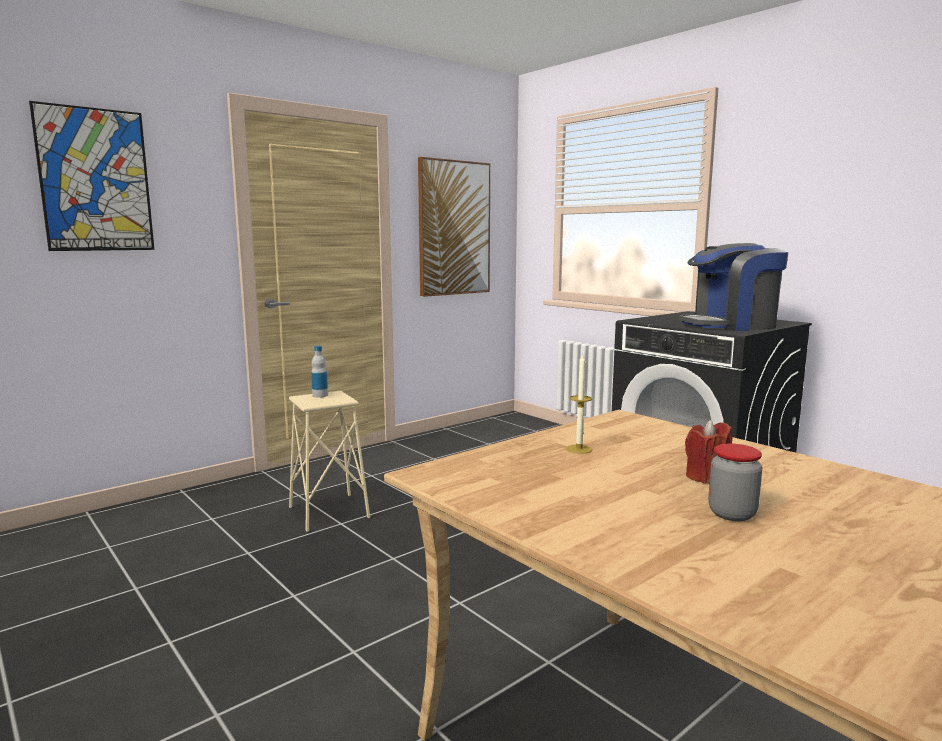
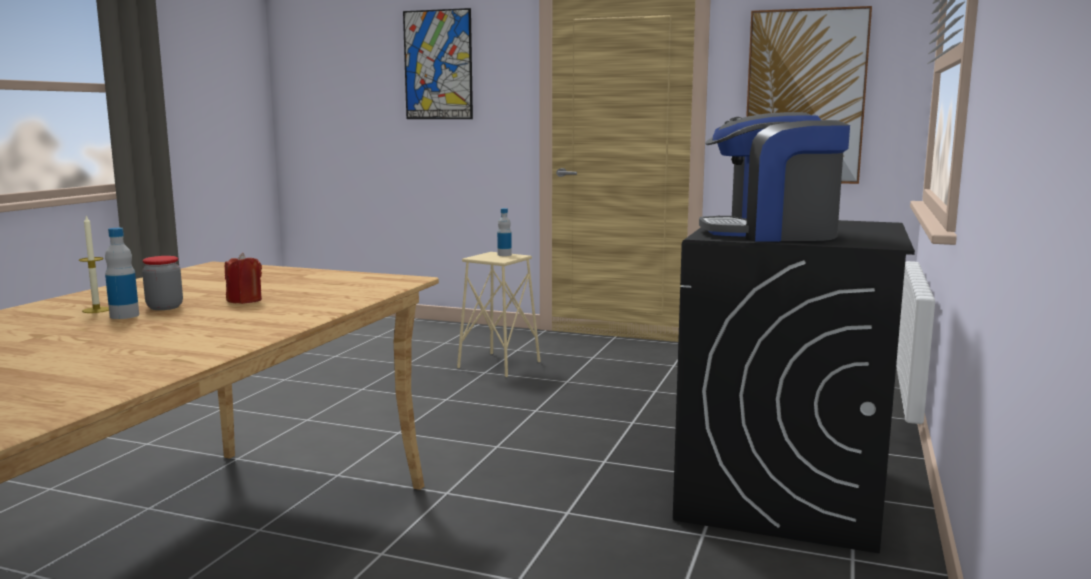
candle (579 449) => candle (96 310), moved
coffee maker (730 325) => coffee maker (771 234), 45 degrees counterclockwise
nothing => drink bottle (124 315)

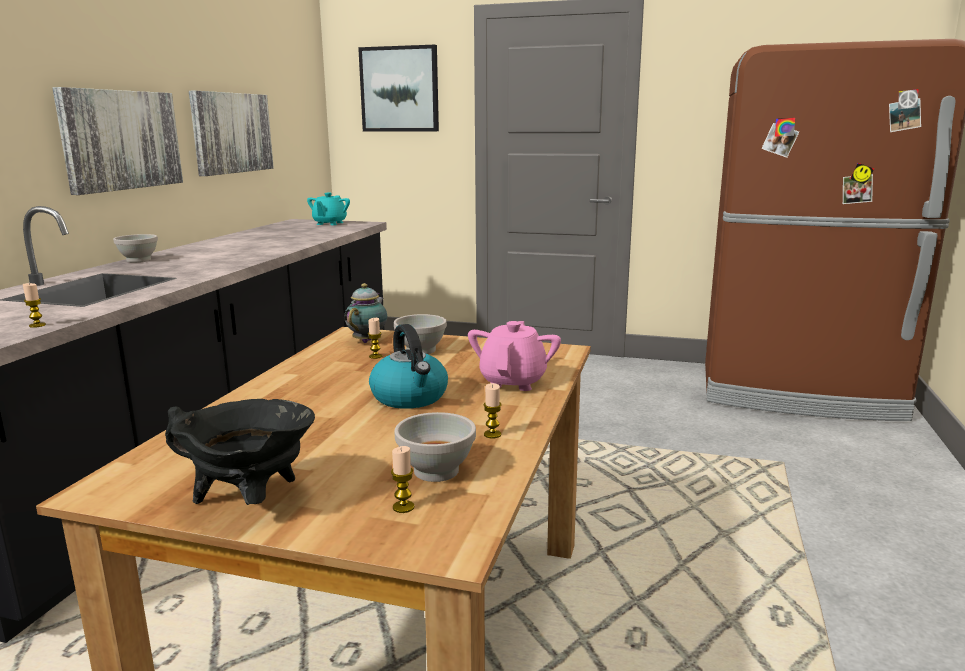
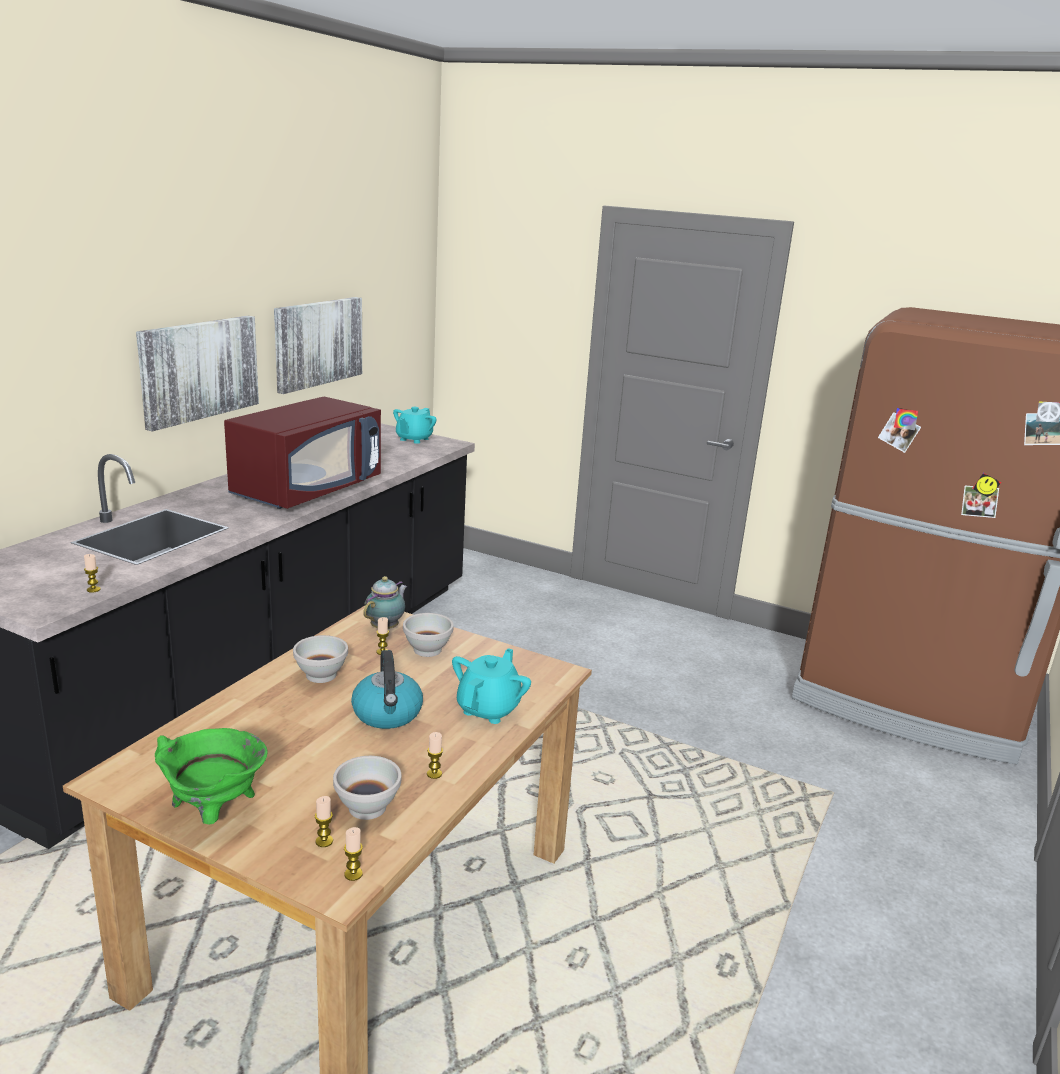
whitish bowl (139 260) => whitish bowl (322 675), moved
black stockpot (252 501) => green stockpot (215 812)
wall picture (400 89) => nothing
pinkish tea pot (513 381) => turquoise tea pot (489 709)
nothing => red microwave oven (307 490)
nothing => candle (353 874)

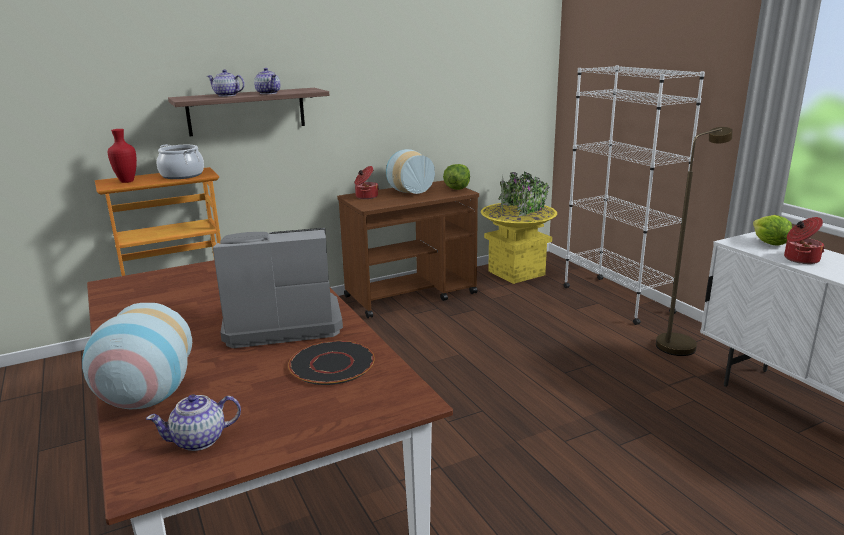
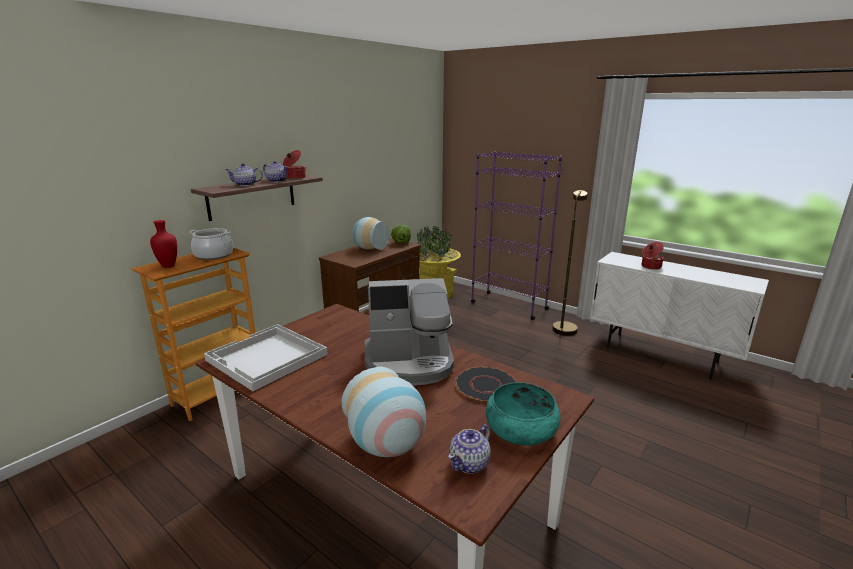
coffee maker (281 322) => coffee maker (409 362), 150 degrees counterclockwise
stockpot (366 196) => stockpot (294 178), moved
whitish bookcase (616 299) => purple bookcase (508 305)
lettuce (769 244) => nothing
nothing => whitish carrying tray (266 358)
nothing => turquoise bowl (521 429)

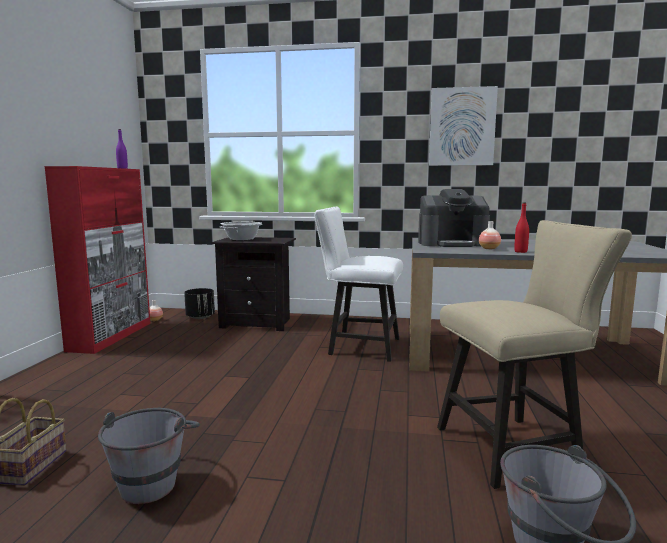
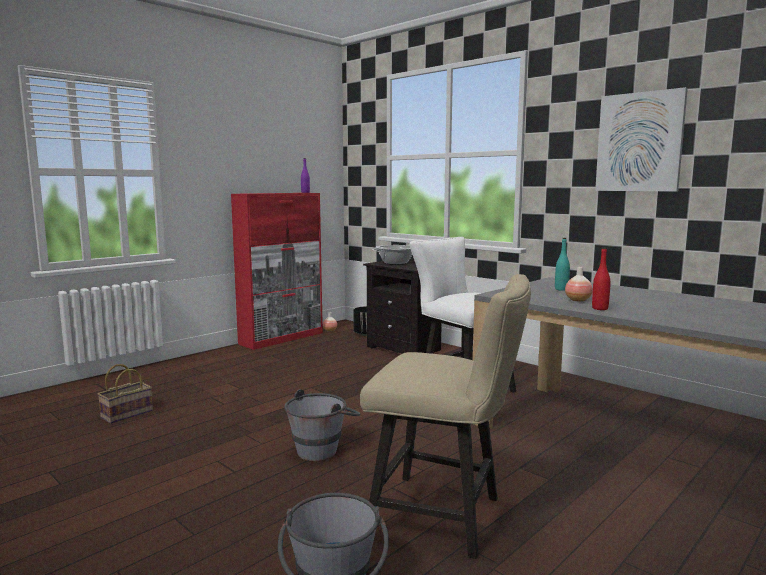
grey pail (153 480) => grey pail (323 448), moved
coffee maker (452 243) => turquoise drink bottle (561 289)

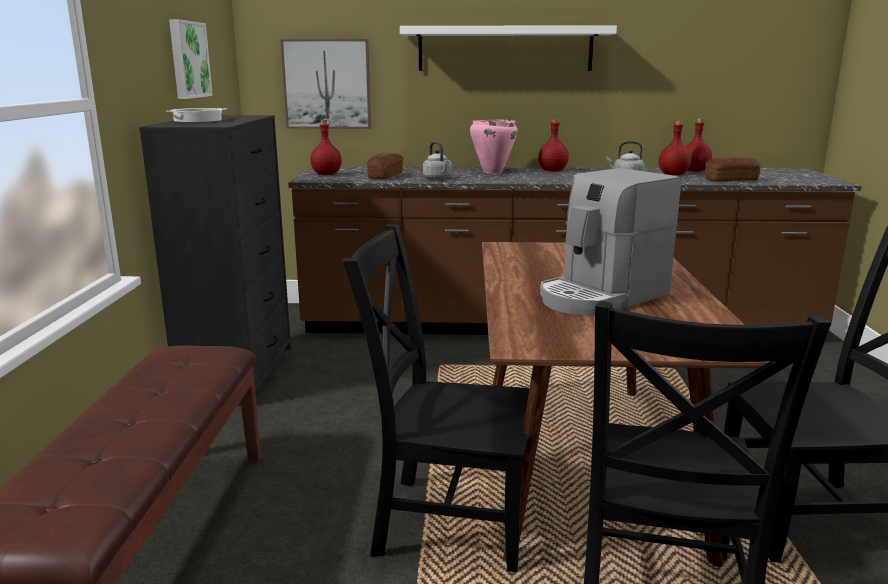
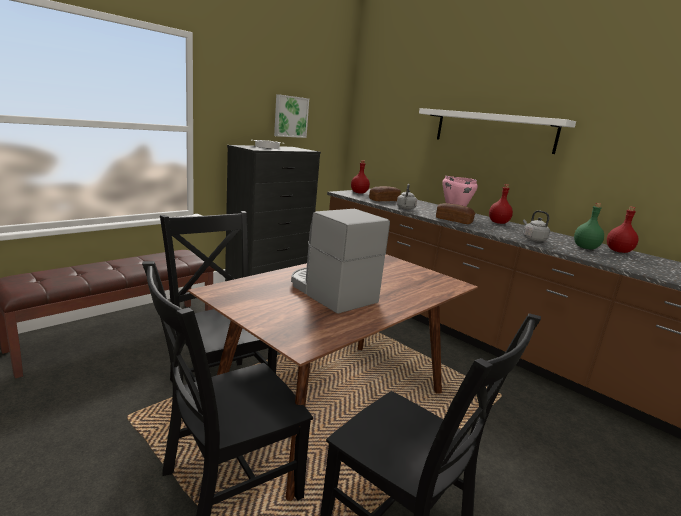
wall picture (327 84) => nothing
coffee maker (601 297) => coffee maker (330 292), 45 degrees clockwise
red drink bottle (673 174) => green drink bottle (586 248)
baked bread (730 180) => baked bread (453 220), moved

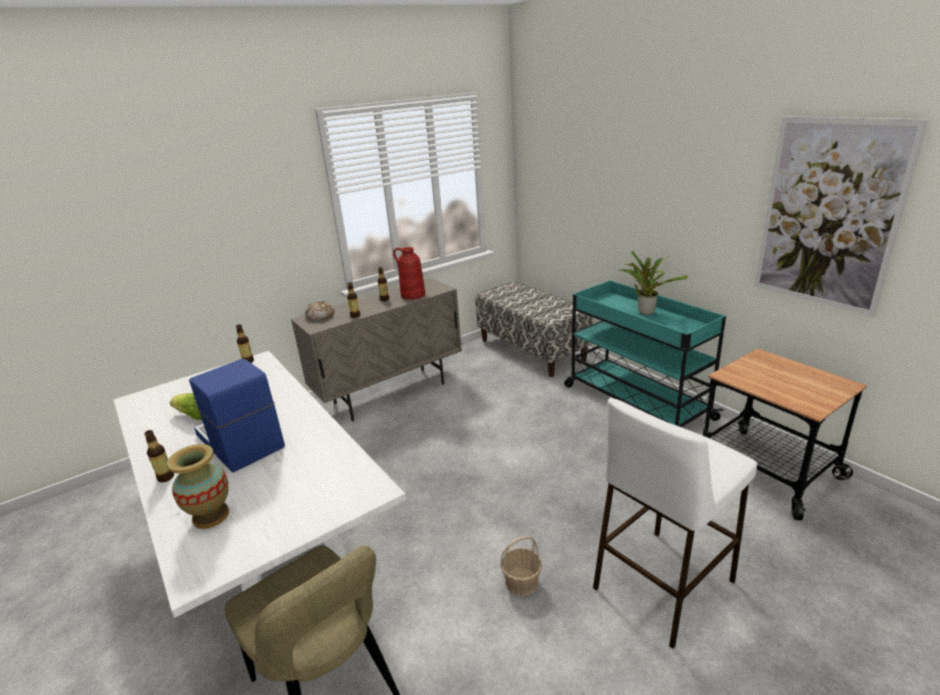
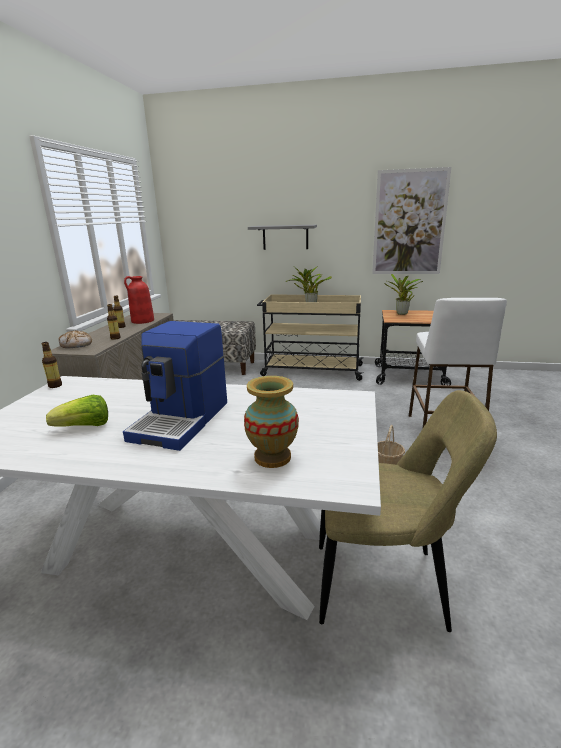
drink bottle (166 477) => nothing
coffee maker (239 442) => coffee maker (182 420), 75 degrees counterclockwise
turquoise trolley (635 401) => beige-coloured trolley (311 370)
nothing => grey wall shelf (285 237)
nothing => plant in a pot (401 314)

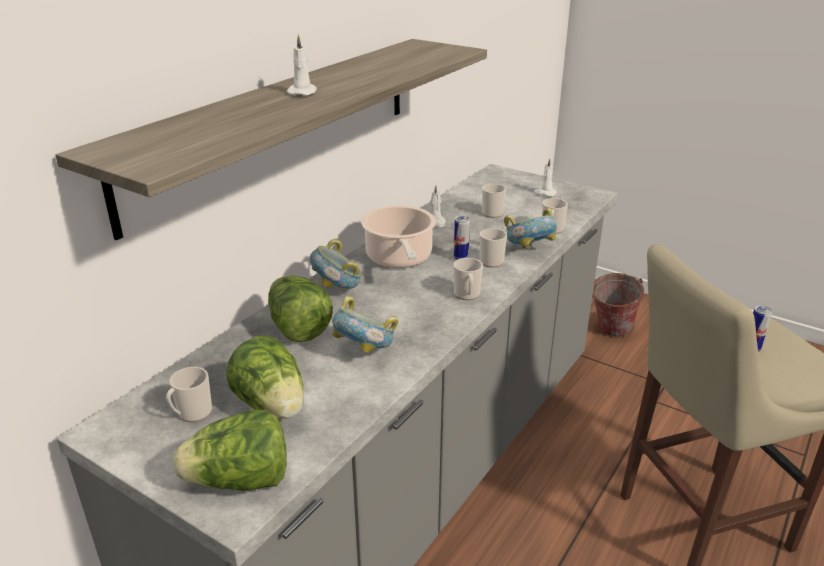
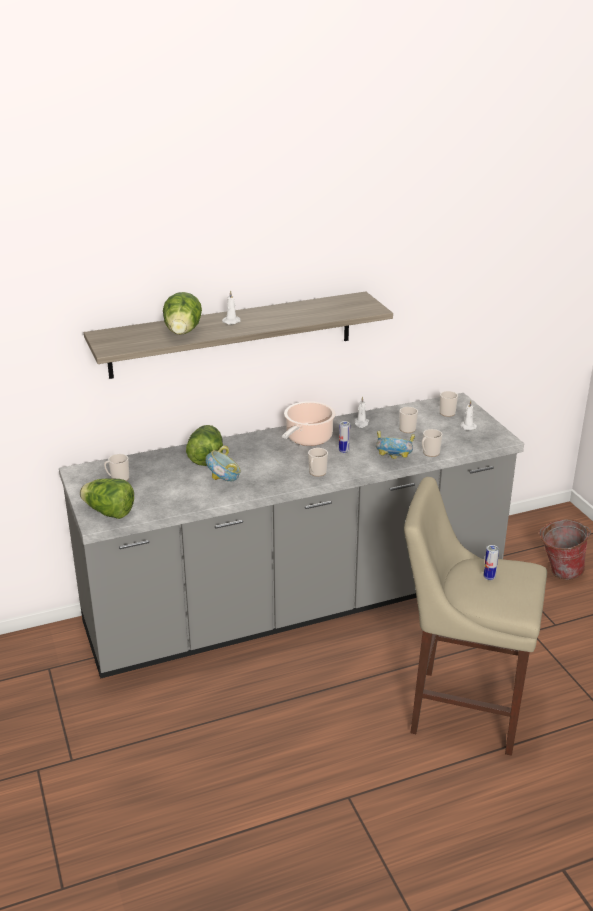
lettuce (272 405) => lettuce (183 333), moved
bowl (337 290) => nothing
coffee mug (491 260) => coffee mug (448 412), moved

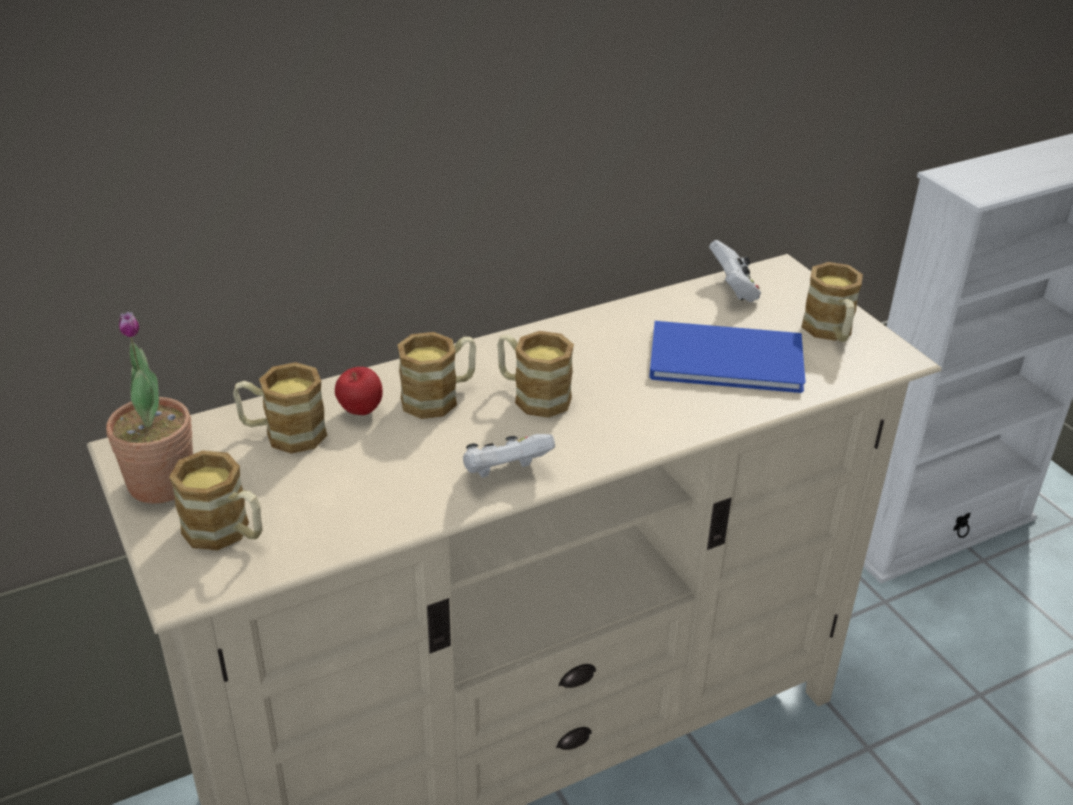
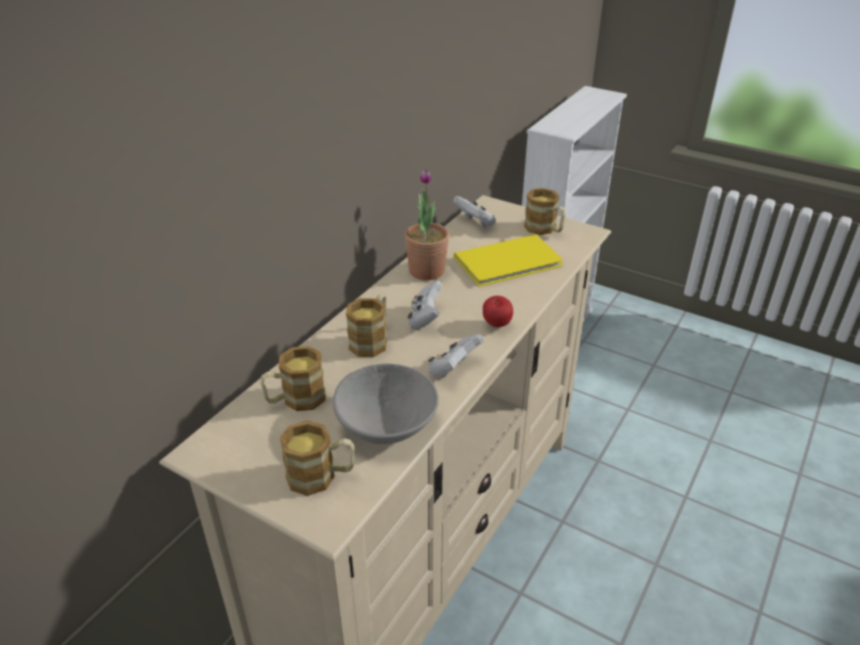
plant in a pot (161 483) => plant in a pot (426 271), moved
apple fruit (360 412) => apple fruit (496 325), moved
coffee mug (532 395) => whitish joypad (425 319)
bluish bound book (730 362) => yellow-coloured bound book (511 262)
nothing => grey bowl (387 424)

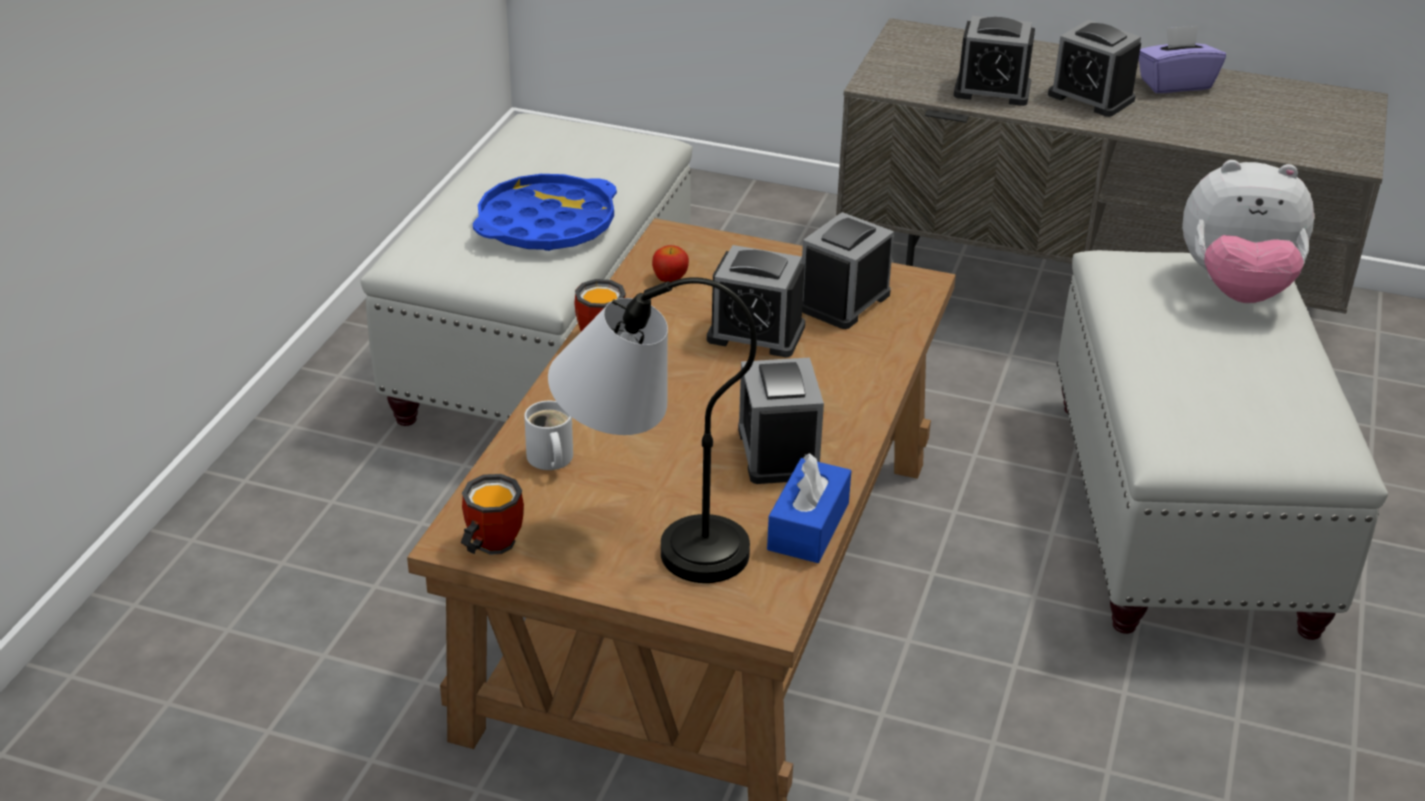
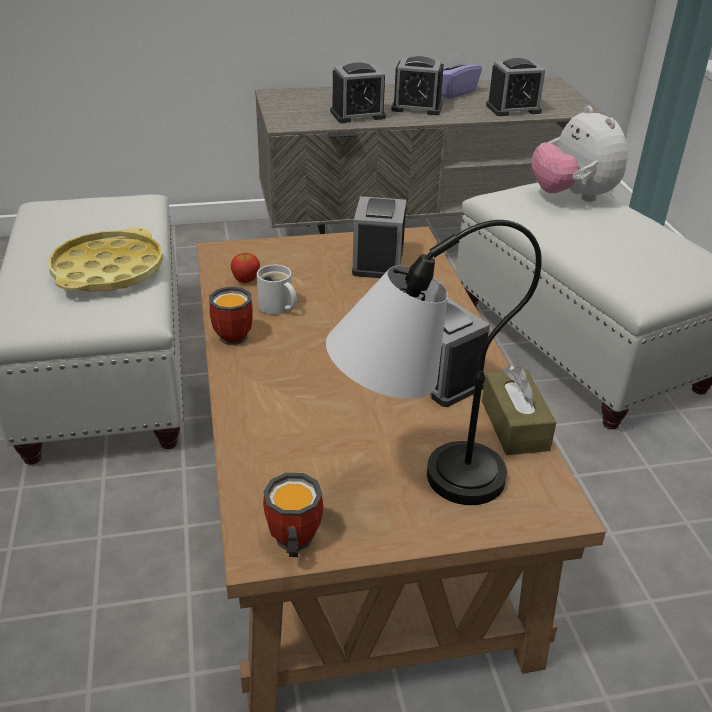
bluish carrying tray (546 224) => yellow-coloured carrying tray (108 271)
whitish coffee mug (549 459) => whitish coffee mug (277 307), moved
bedside clock (756 333) => bedside clock (513 109), moved
bluish tissue box (808 526) => brown tissue box (514 425)
plush toy (1236 289) => plush toy (572 196), 90 degrees clockwise

